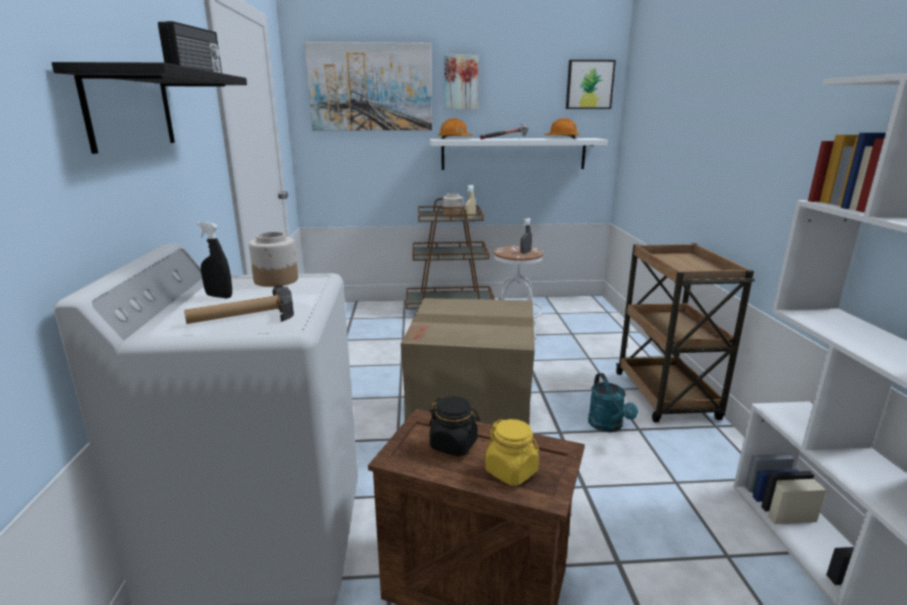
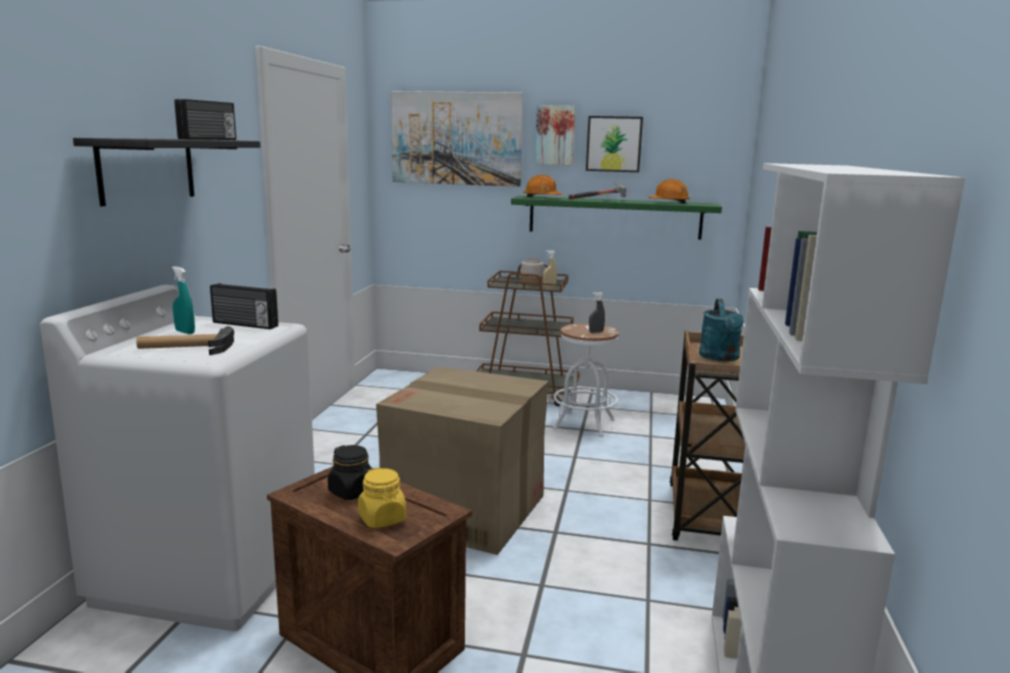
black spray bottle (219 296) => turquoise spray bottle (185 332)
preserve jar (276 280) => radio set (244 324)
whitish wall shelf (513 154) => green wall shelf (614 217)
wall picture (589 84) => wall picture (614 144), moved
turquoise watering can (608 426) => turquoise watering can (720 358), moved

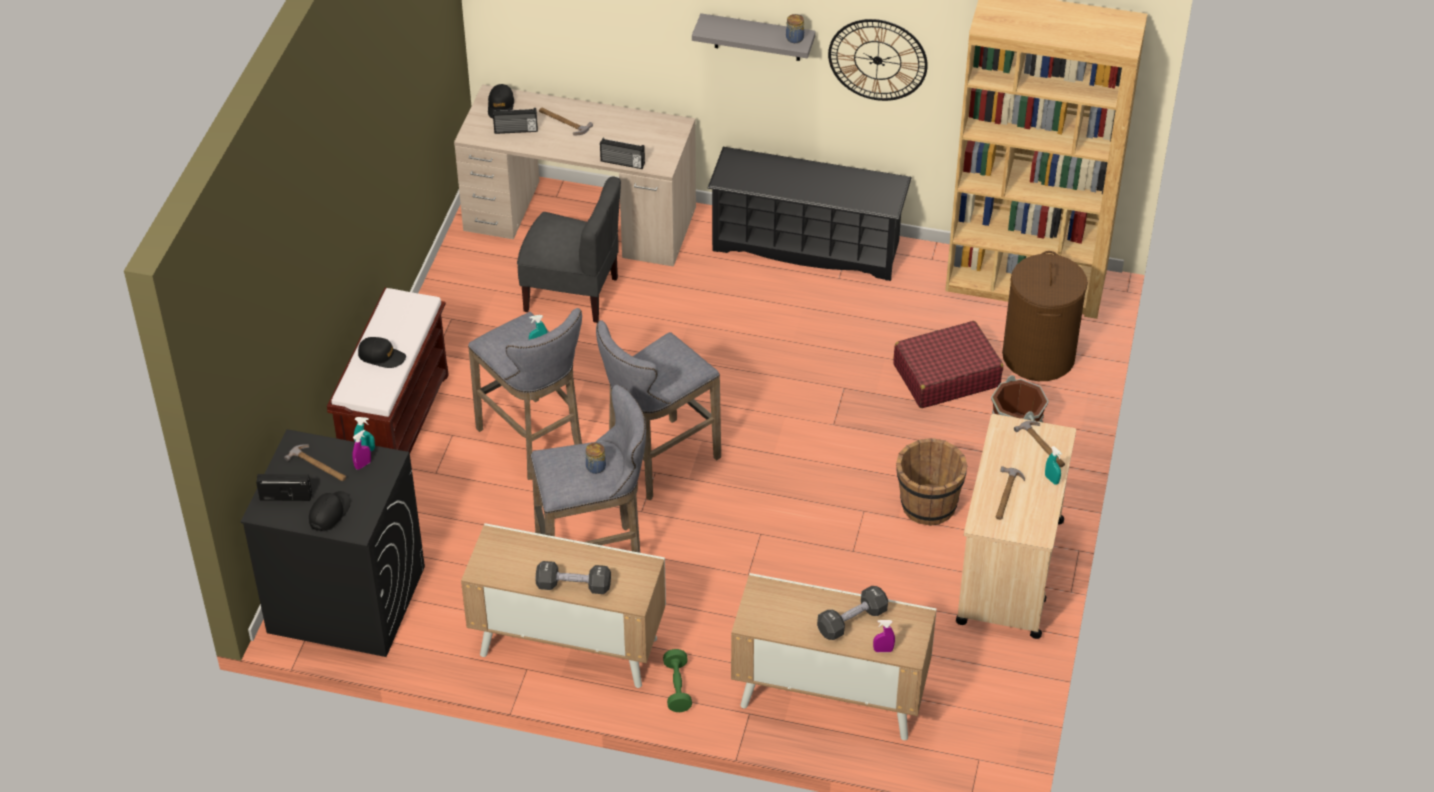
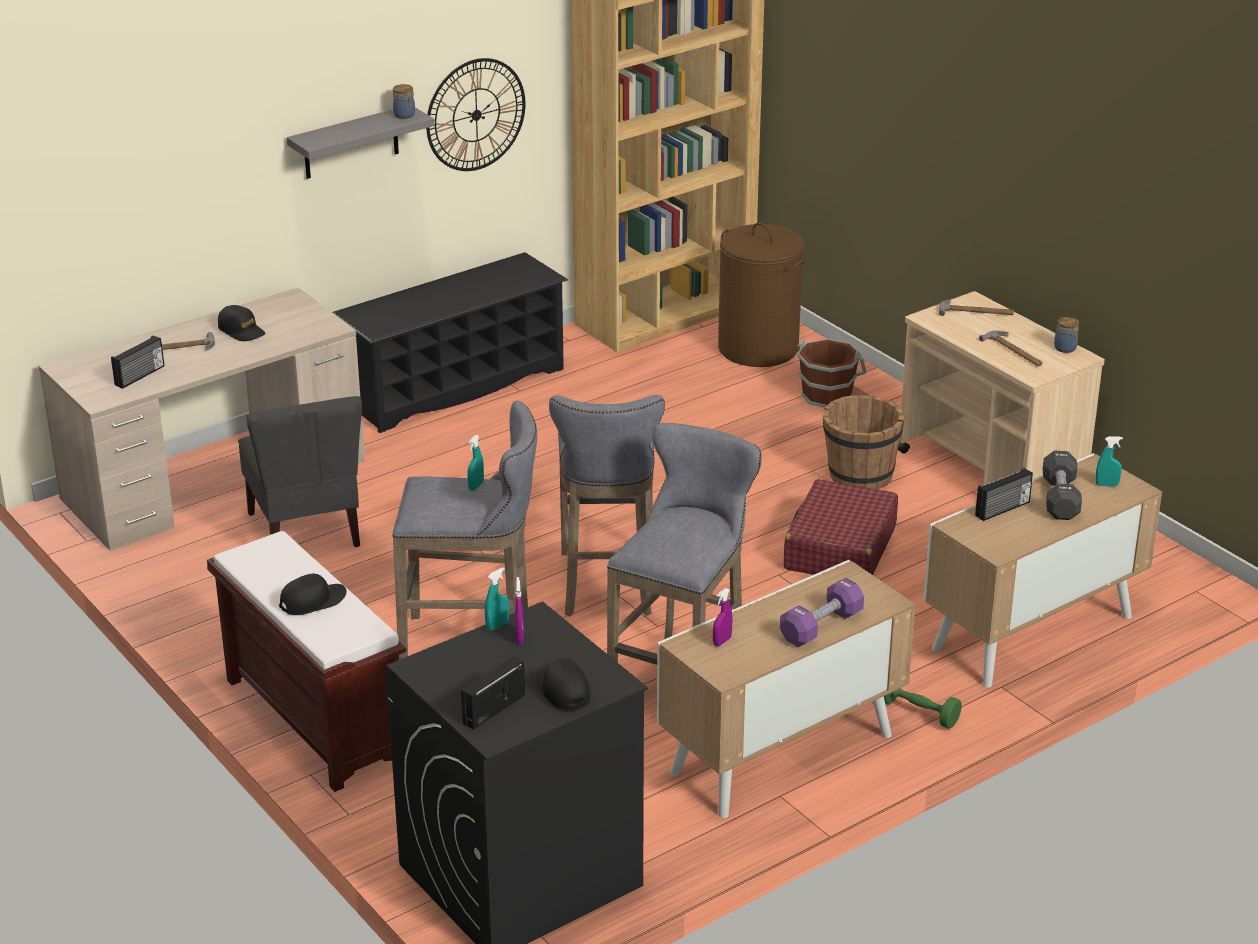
tool hammer (318 466) => nothing
black peaked cap (501 106) => black peaked cap (241 331), moved
grey plain chair (572 293) => grey plain chair (306 530), 105 degrees clockwise
black hand weight (573 586) => purple hand weight (821 626)
preserve jar (595 468) => preserve jar (1065 348), moved
radio set (622 163) => radio set (1003 509), moved
purple spray bottle (883 650) => purple spray bottle (722 641), moved
red piece of luggage (946 375) => red piece of luggage (839 548), moved
turquoise spray bottle (1051 479) => turquoise spray bottle (1107 485), moved

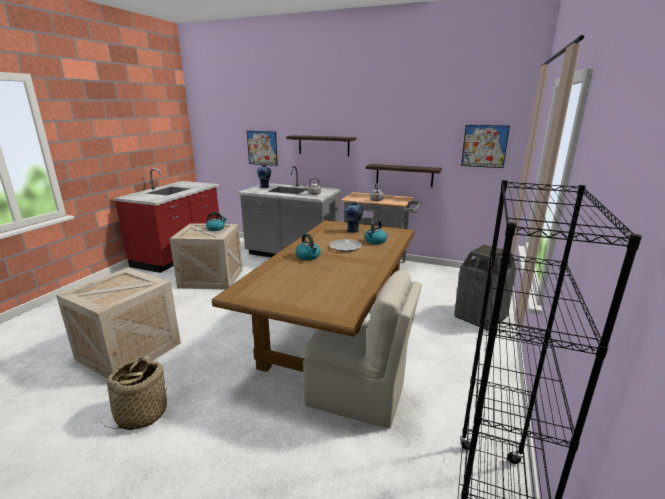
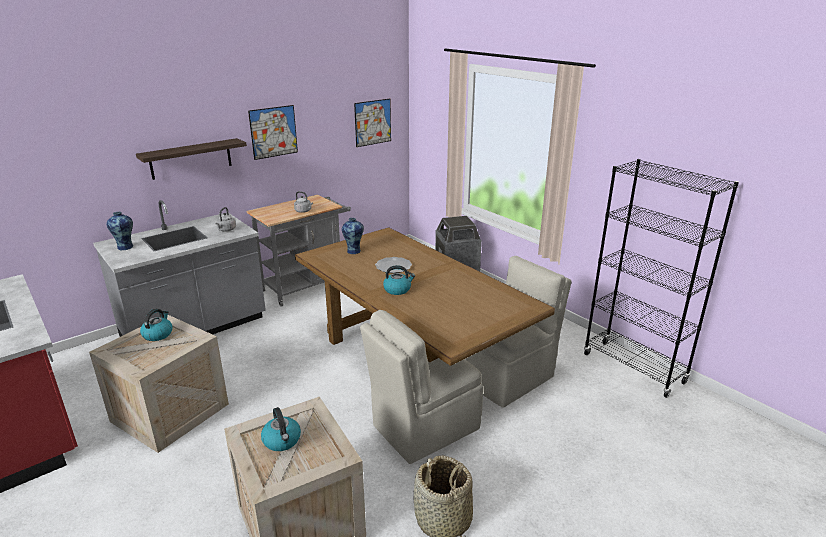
wall picture (262 148) => wall picture (273 132), moved
water kettle (375 241) => water kettle (282 441), moved
wall shelf (404 175) => nothing
nothing => beige-coloured plain chair (423 428)

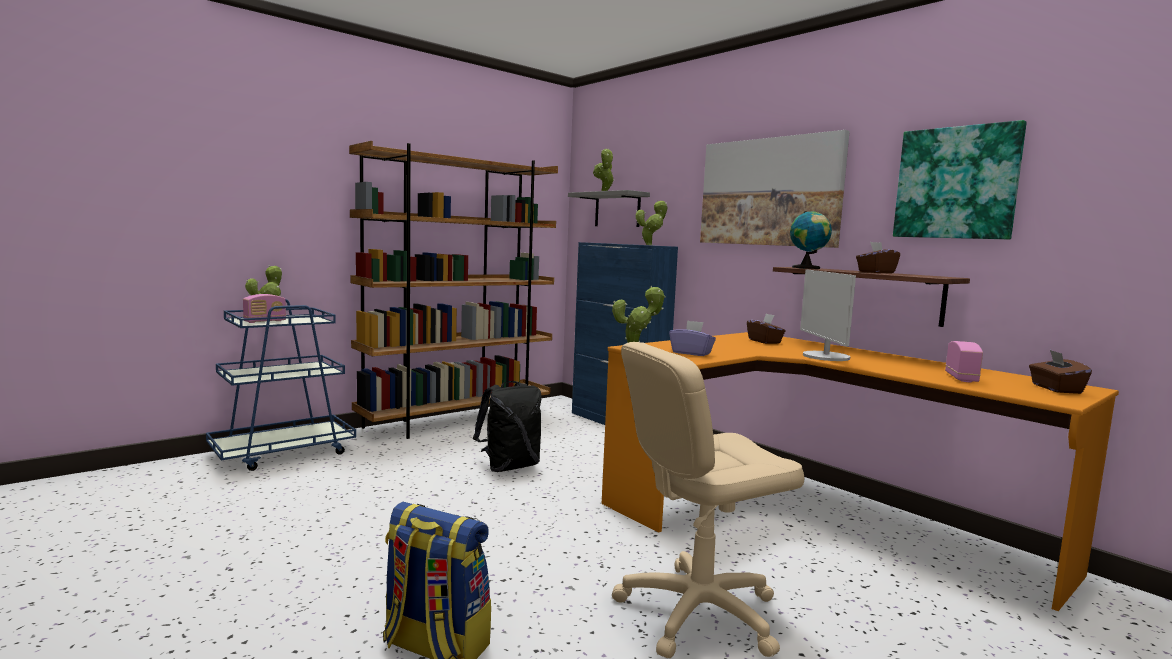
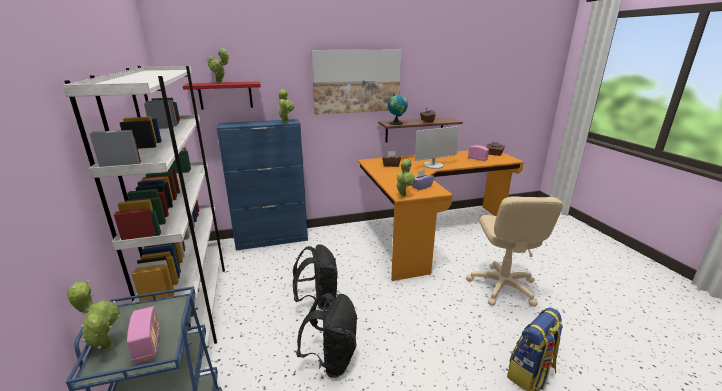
brown bookcase (458 420) => whitish bookcase (196 305)
grey wall shelf (617 210) => red wall shelf (225 95)
monitor (825 357) => monitor (433 165), 45 degrees counterclockwise
wall picture (956 183) => nothing
nothing => black rucksack (332 360)

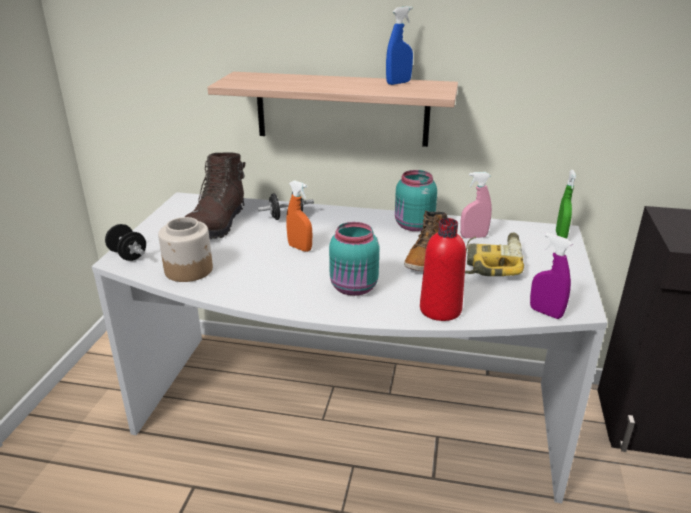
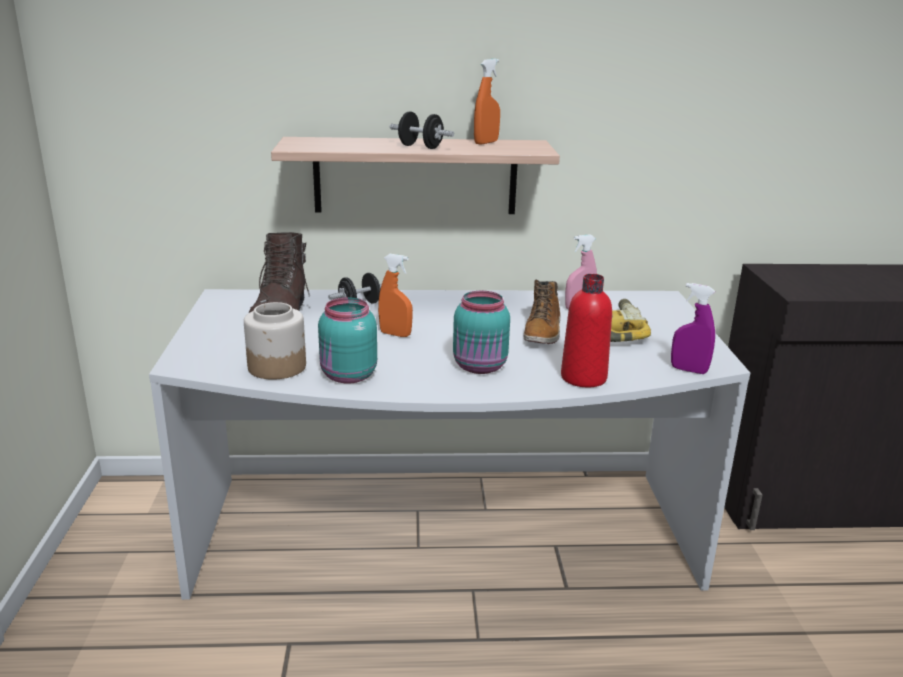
black hand weight (128 255) => black hand weight (420 147), moved
bluish spray bottle (398 83) => orange-coloured spray bottle (486 142)
turquoise preserve jar (413 226) => turquoise preserve jar (347 376), moved
green spray bottle (560 236) => nothing

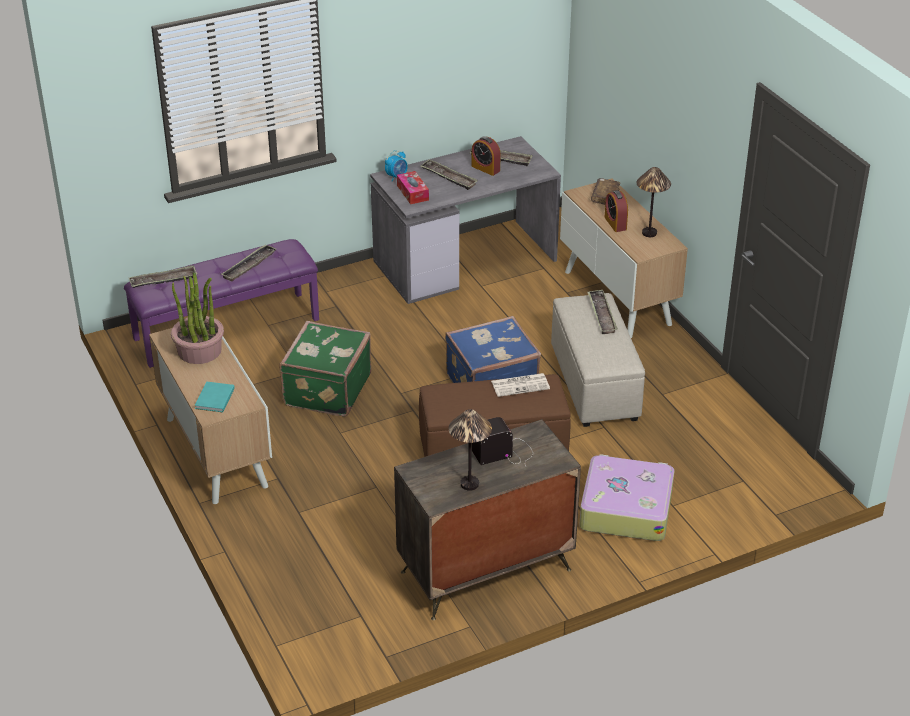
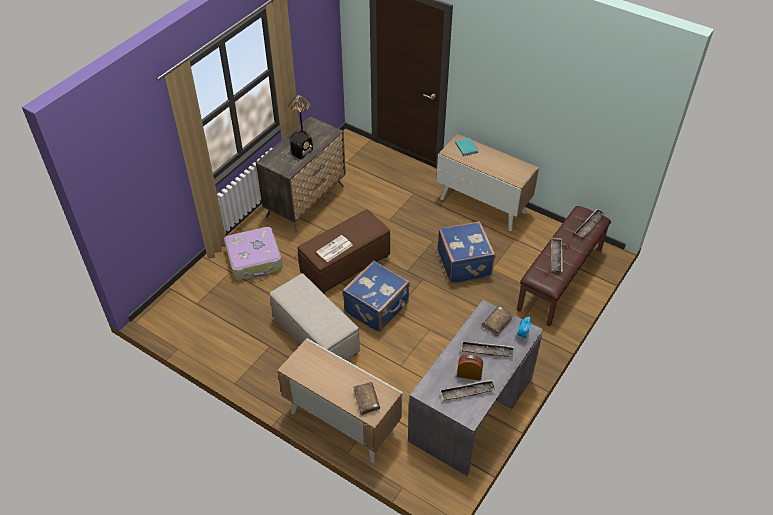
purple bench (226 328) => brown bench (561 279)
plant in a pot (199 351) => nothing
green piece of luggage (325 390) => bluish piece of luggage (465 263)
tissue box (412 193) => brown bound book (497 323)
carrying tray (601 315) => nothing
bedside clock (615 223) => nothing
lamp for a table (649 233) => nothing

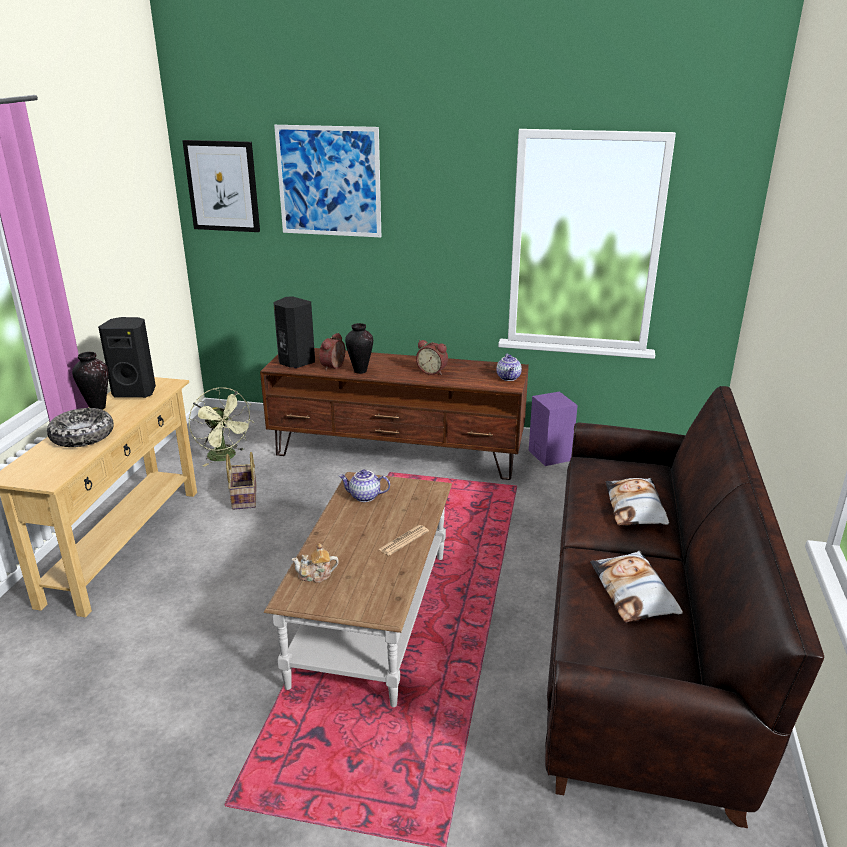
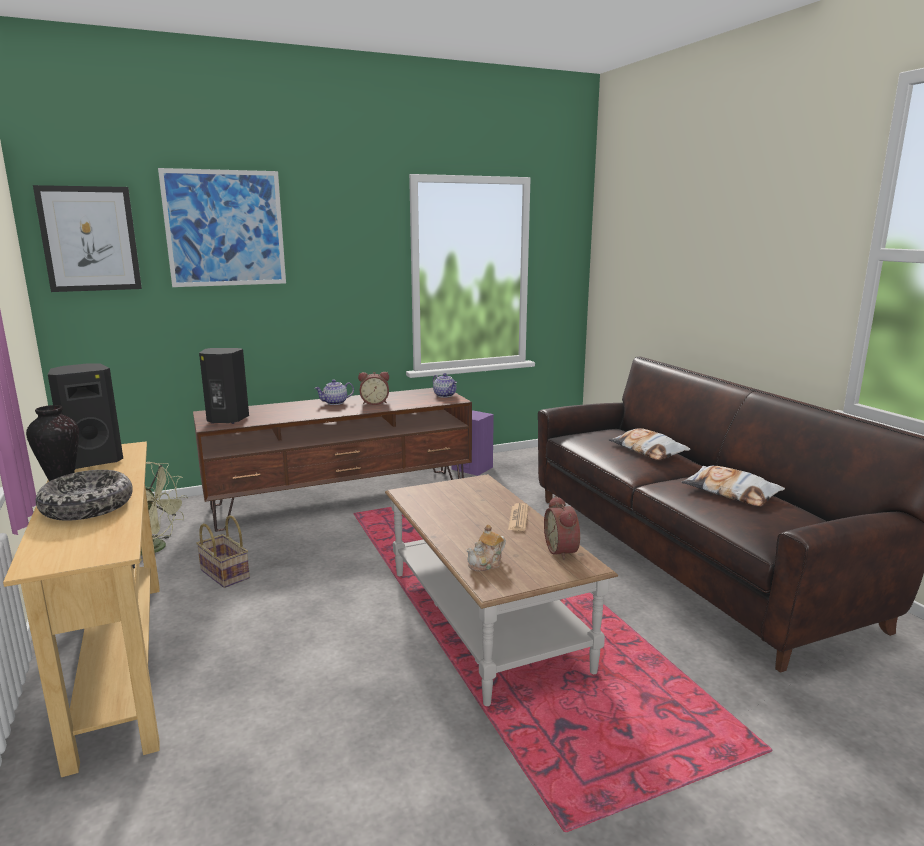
bedside clock (334 367) => bedside clock (563 551), moved
tea pot (364 497) => tea pot (335 403), moved
flower vase (360 371) => nothing

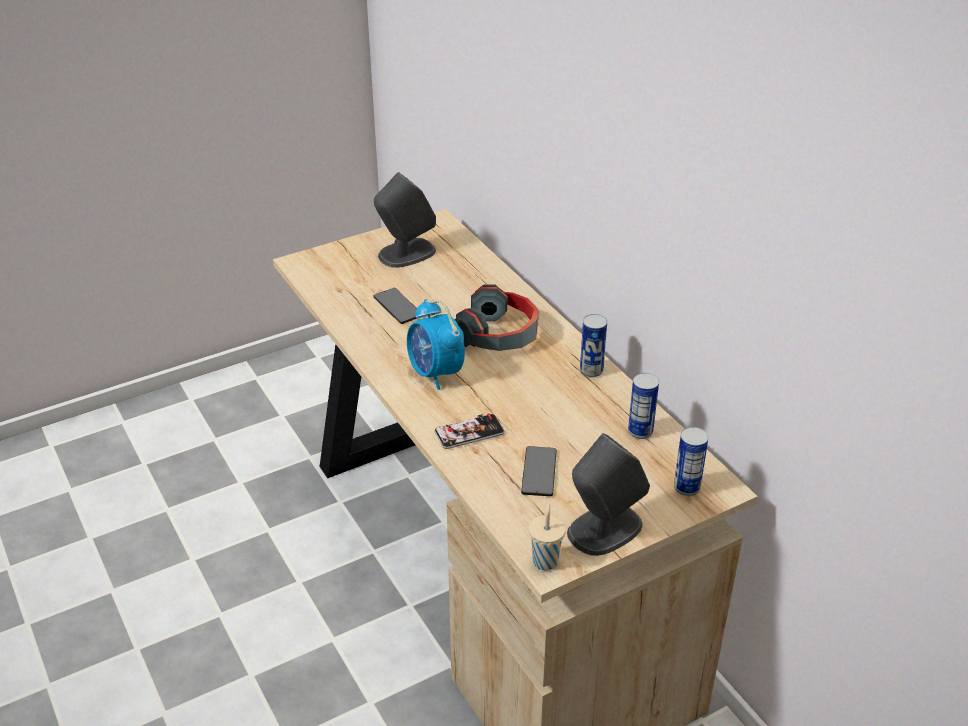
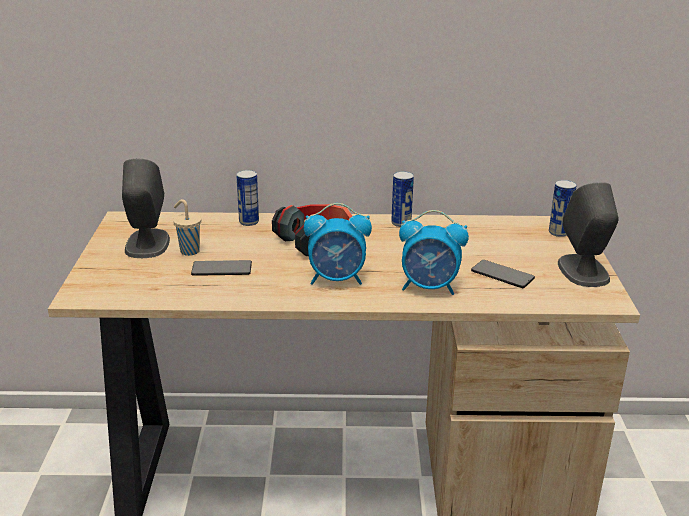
handset (469 432) => bedside clock (429 287)
beige-coloured cup (545 560) => beige-coloured cup (189 251), moved
sealed can (640 431) => sealed can (249 222), moved

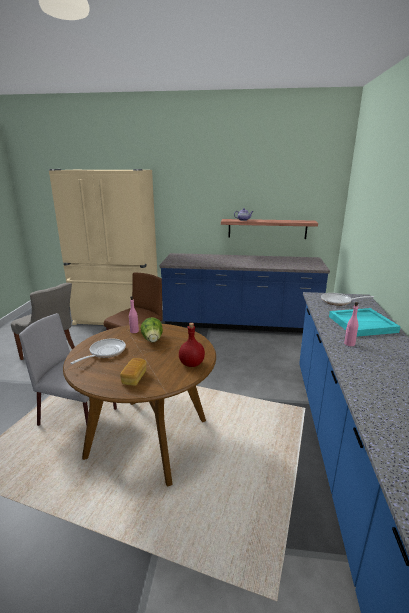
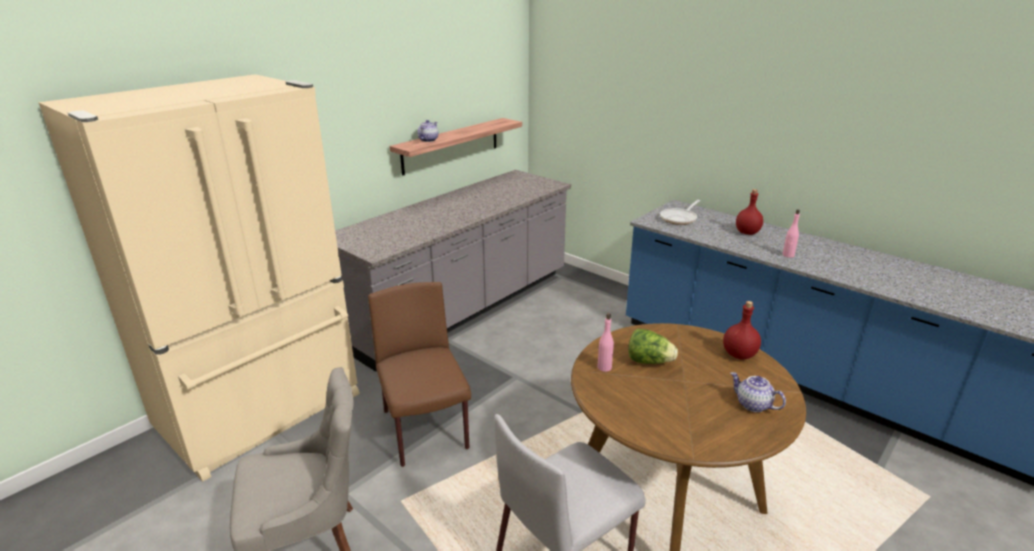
skillet (105 352) => nothing
baked bread (134 378) => tea pot (752 404)
bluish counter (240 323) => grey counter (462 308)
turquoise carrying tray (362 324) => red drink bottle (746 232)

